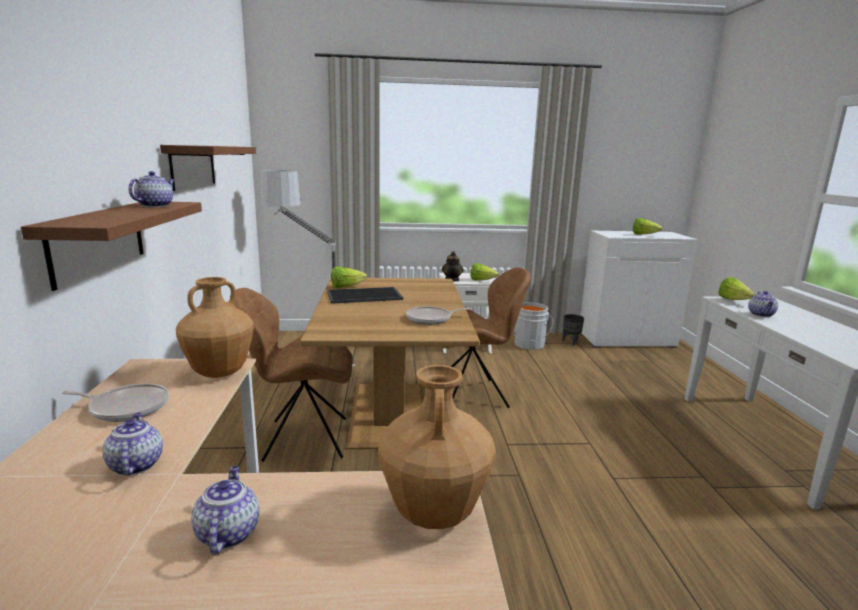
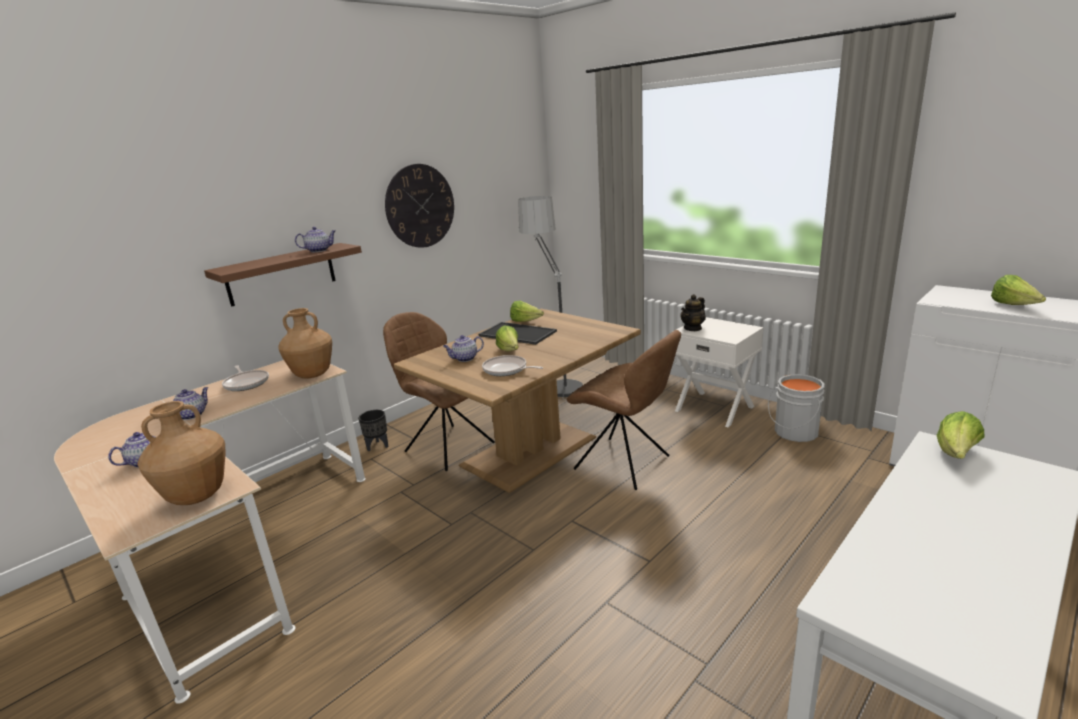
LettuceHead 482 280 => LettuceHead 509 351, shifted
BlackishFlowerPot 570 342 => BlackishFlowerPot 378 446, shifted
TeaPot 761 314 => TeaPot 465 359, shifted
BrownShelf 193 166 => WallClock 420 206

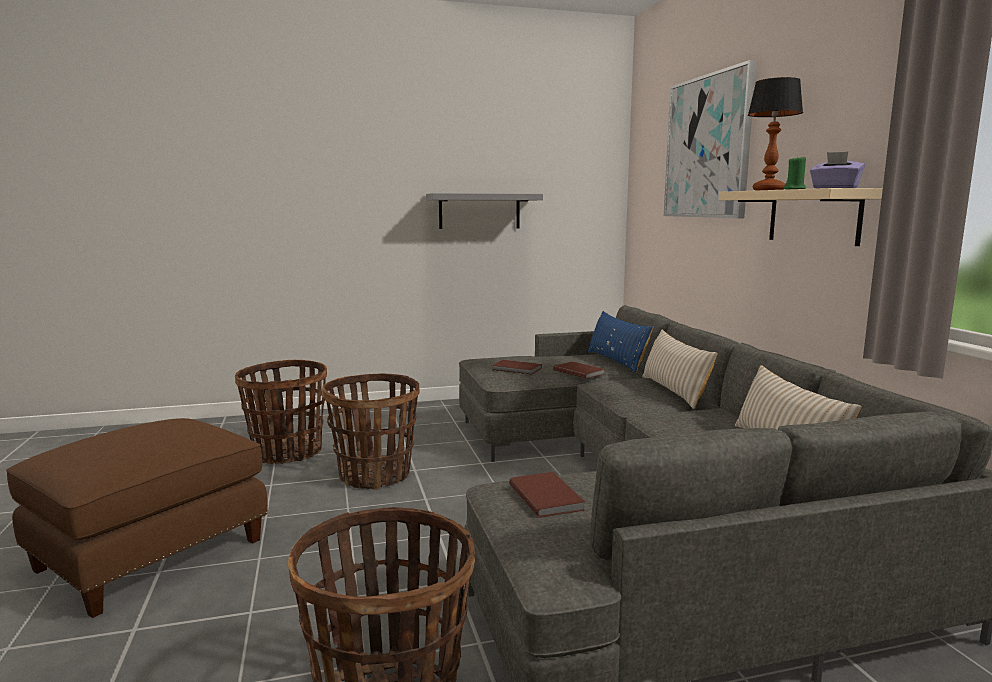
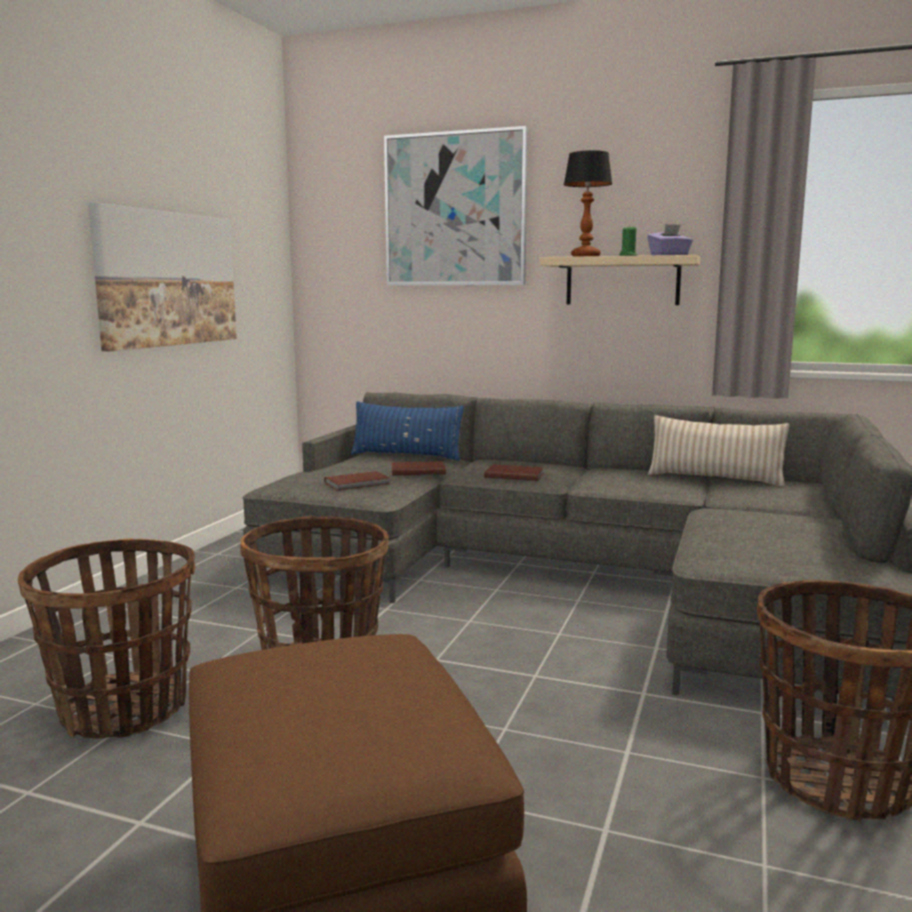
BeigeColouredPillow 674 391 => nothing
BrownBook 547 496 => BrownBook 514 475, shifted
GreyShelf 479 211 => WallArt 167 279

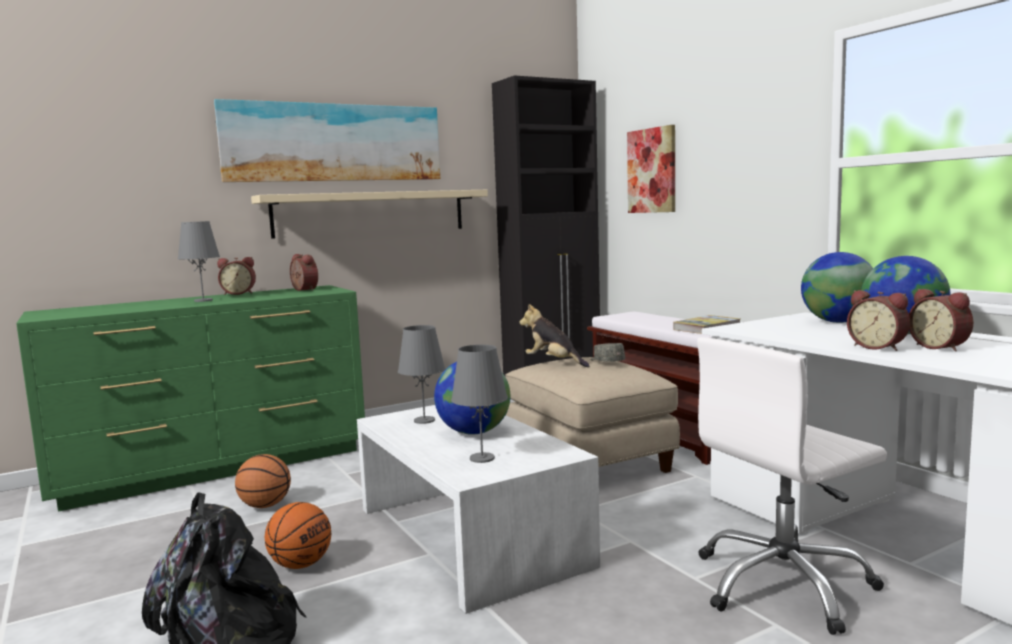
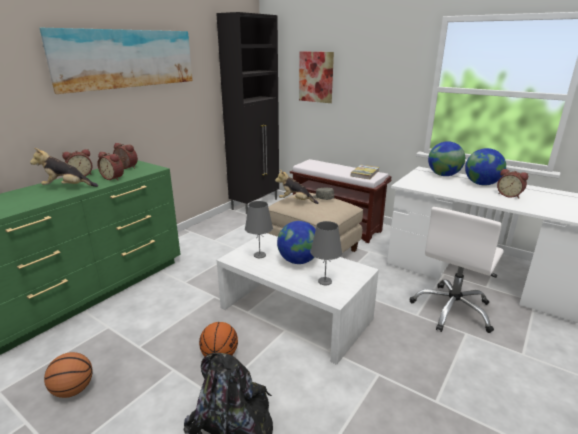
BeigeColouredShelf 371 213 => nothing
Basketball 265 506 => Basketball 73 390, shifted
TableClock 878 347 => TableClock 114 178, shifted
GreyTableLamp 203 300 => SoftToy 67 187

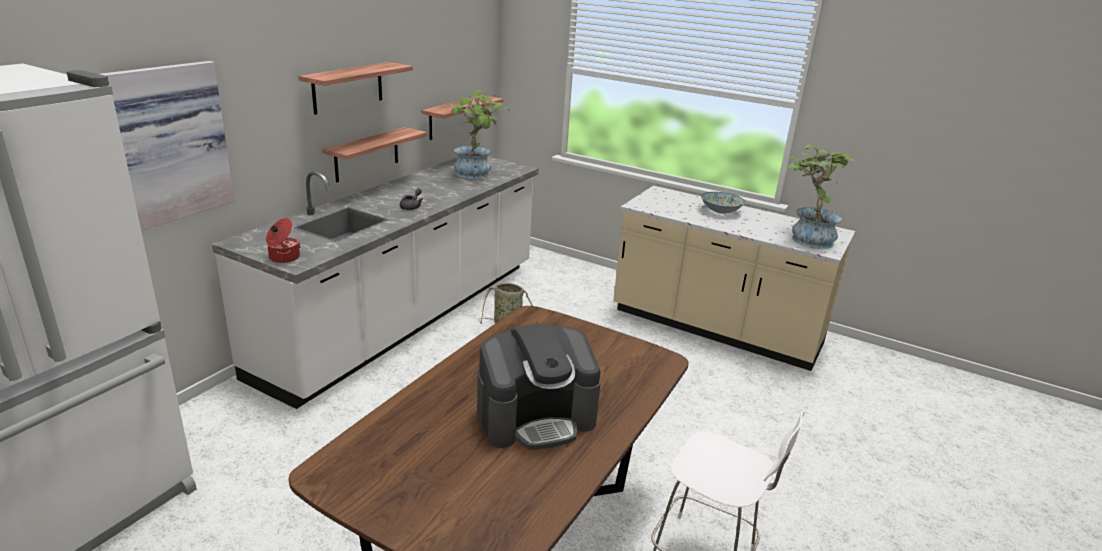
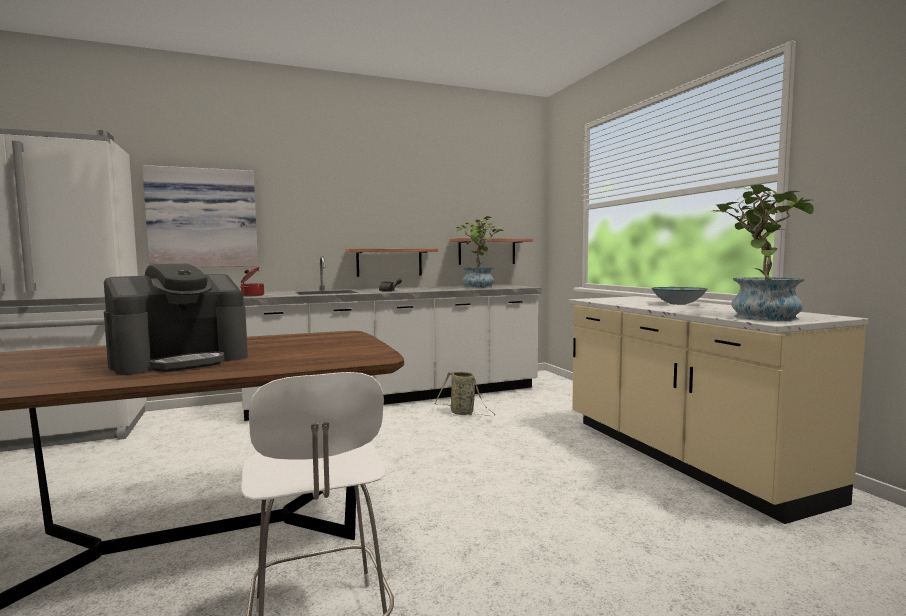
Shelf 348 87 => nothing
CoffeeMaker 536 417 => CoffeeMaker 181 360, 60 degrees counterclockwise

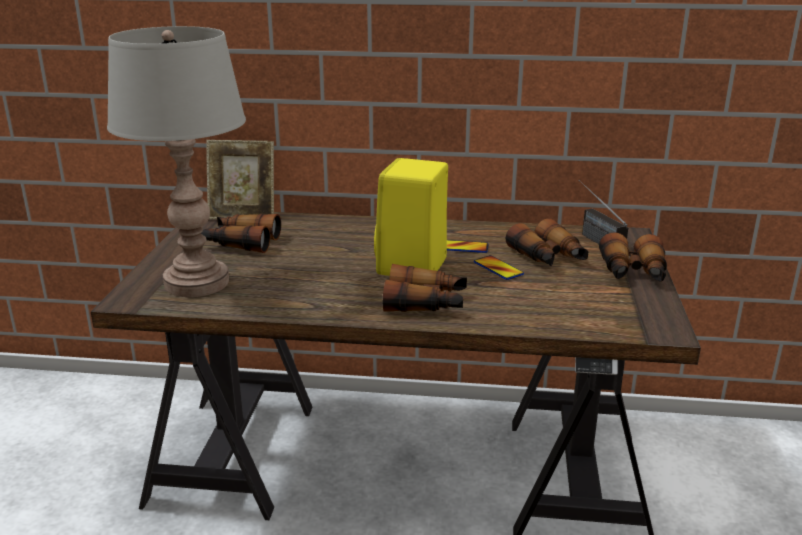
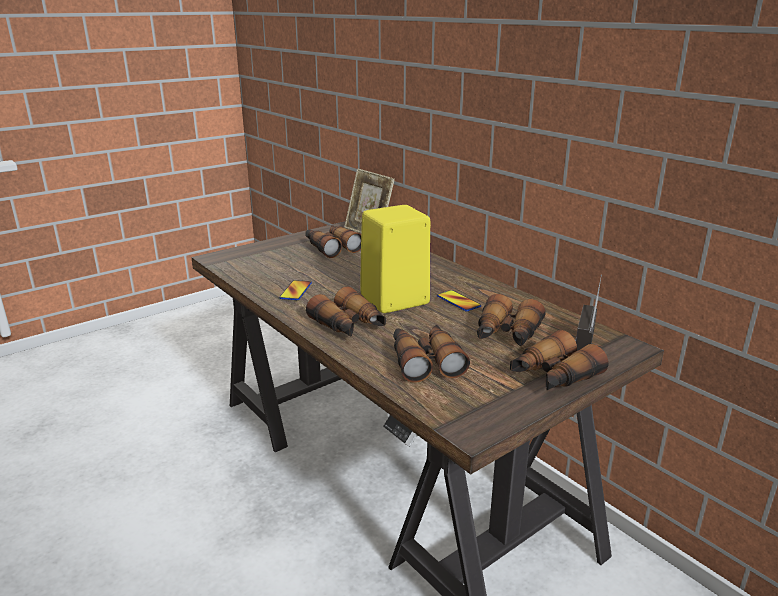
GreyTableLamp 196 283 => nothing
nothing => PairOfBinoculars 425 361
Phone 498 268 => Phone 296 291, shifted

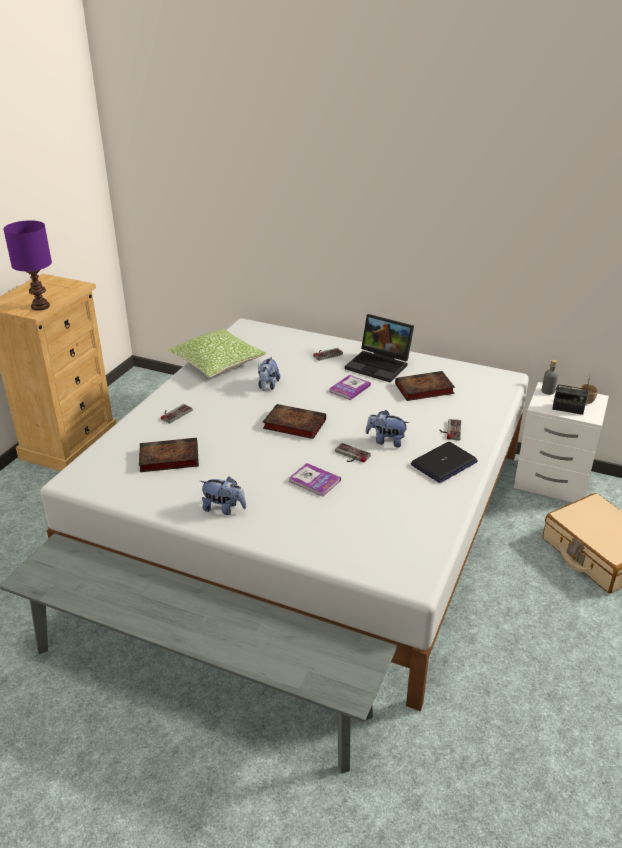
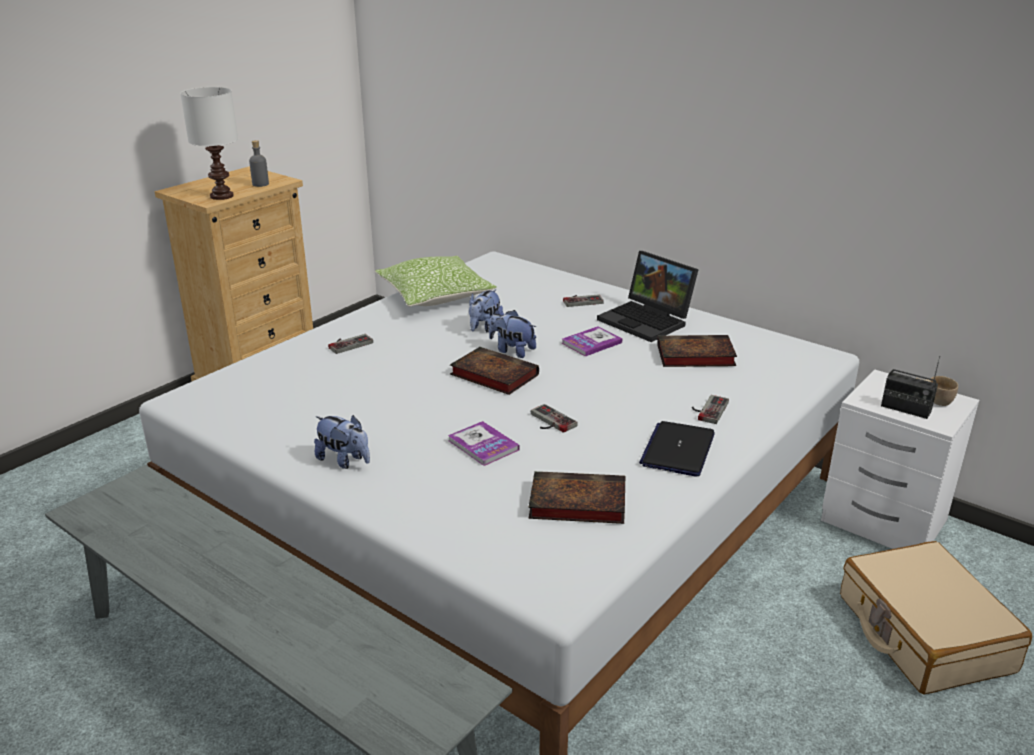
Book 167 459 => Book 575 503, shifted
SoftToy 386 441 => SoftToy 512 350, shifted
GreyBeverageBottle 548 391 => GreyBeverageBottle 260 184, shifted
PurplishTableLamp 40 306 => WhiteColouredTableLamp 221 196
PortableComputer 444 463 => PortableComputer 678 450, 135 degrees clockwise

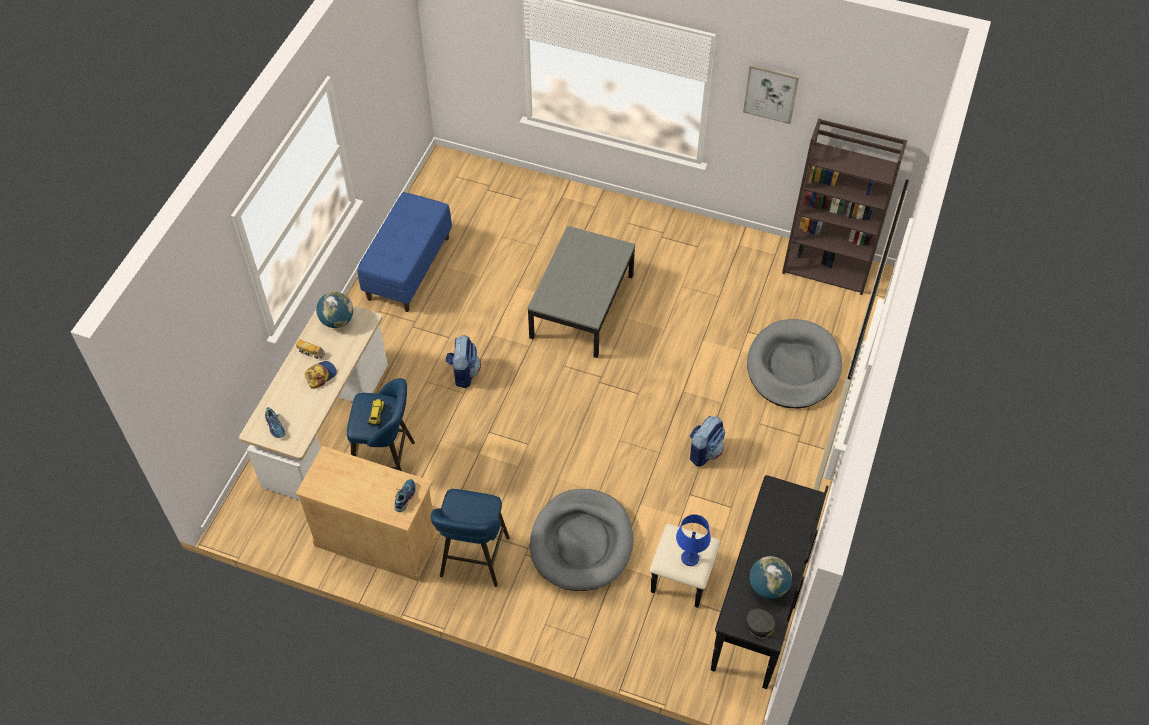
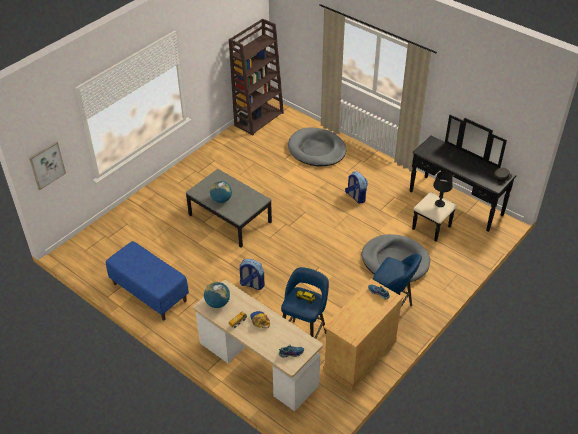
WallArt 771 93 => WallArt 47 165, shifted
WorldGlobe 768 586 => WorldGlobe 221 200, shifted
BluishTableLamp 689 558 => BlackishTableLamp 439 204

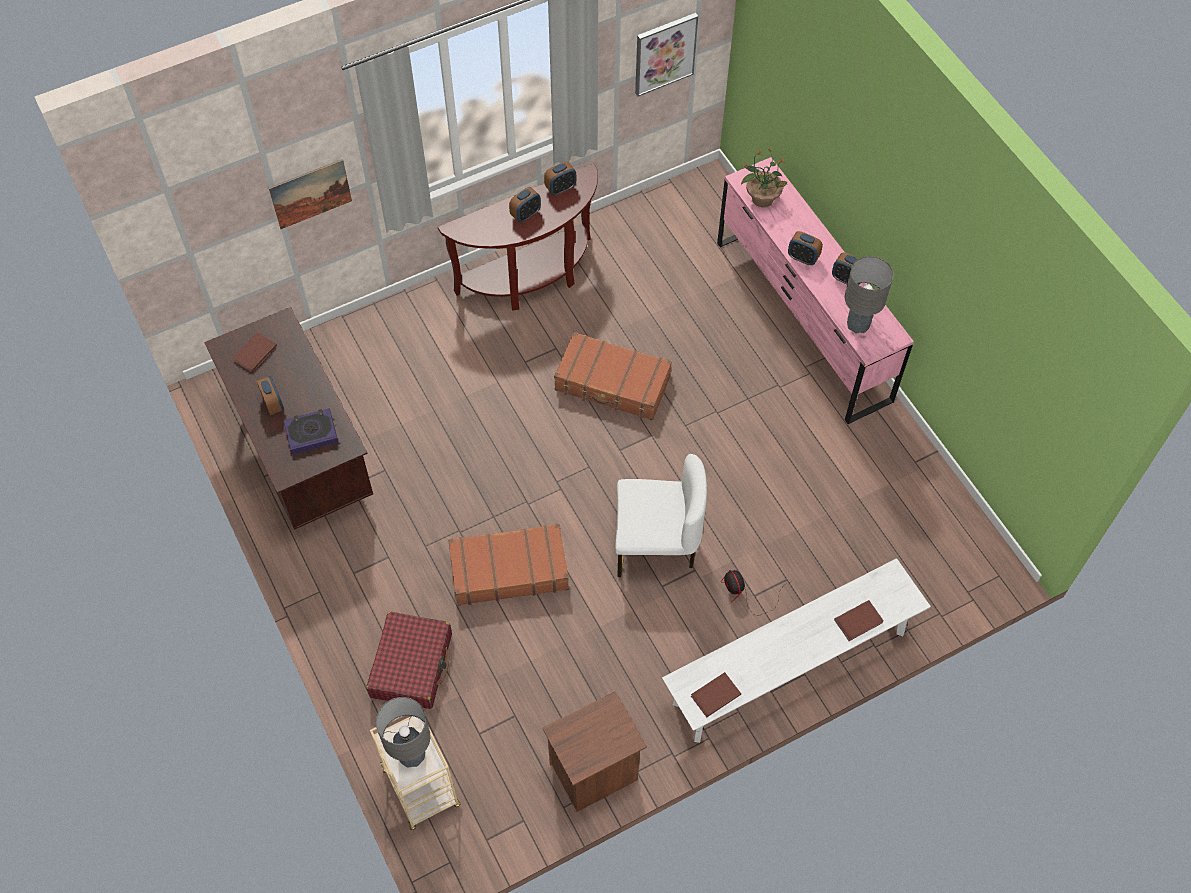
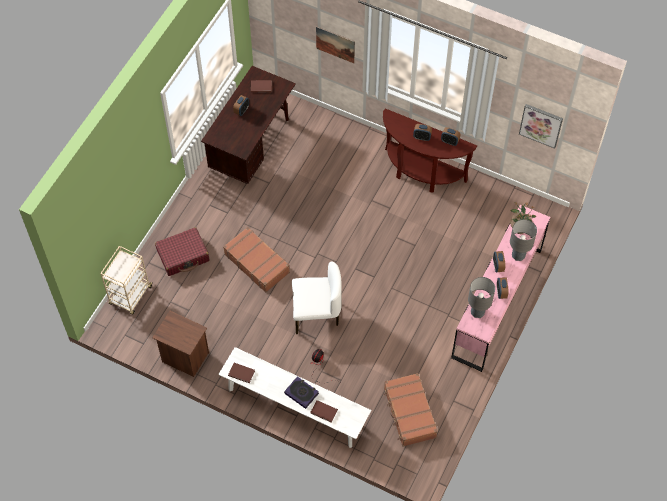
Book 311 433 => Book 301 393, shifted
GreyTableLamp 411 755 => GreyTableLamp 518 255, shifted
BrownSuitcase 612 384 => BrownSuitcase 409 413, shifted
WhiteColouredUprightChair 656 545 => WhiteColouredUprightChair 316 314, 60 degrees counterclockwise

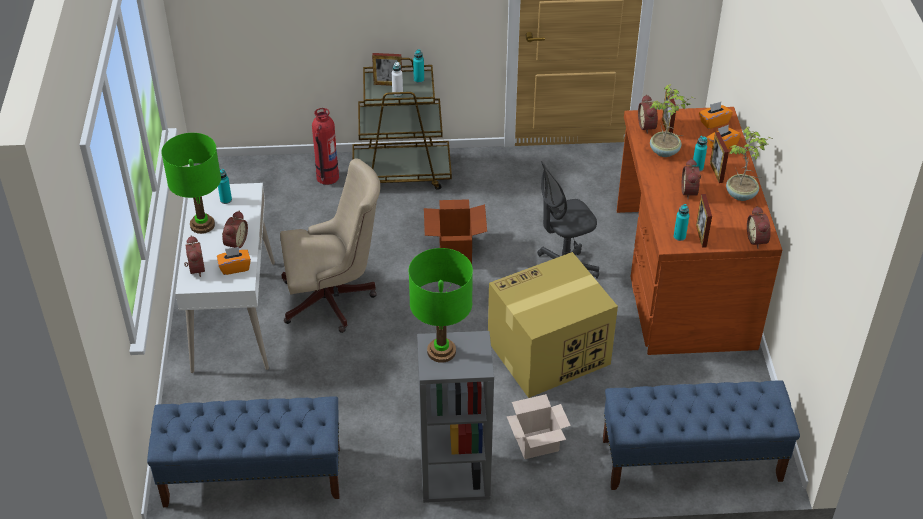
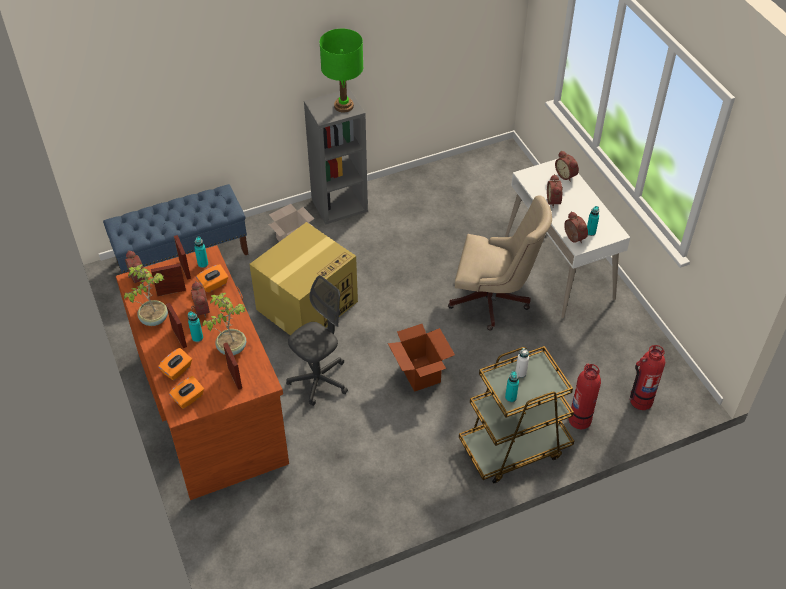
BluishIndoorBench 252 477 => nothing
GreenColouredTableLamp 202 225 => nothing
nothing => Extinguisher 640 400
OrangeyTissueBox 235 267 => OrangeyTissueBox 214 284, shifted
PhotoFrame 388 84 => PhotoFrame 171 292, shifted
TableClock 648 126 => TableClock 573 238, shifted
BeigeColouredDeskChair 333 300 => BeigeColouredDeskChair 494 301, 135 degrees counterclockwise

